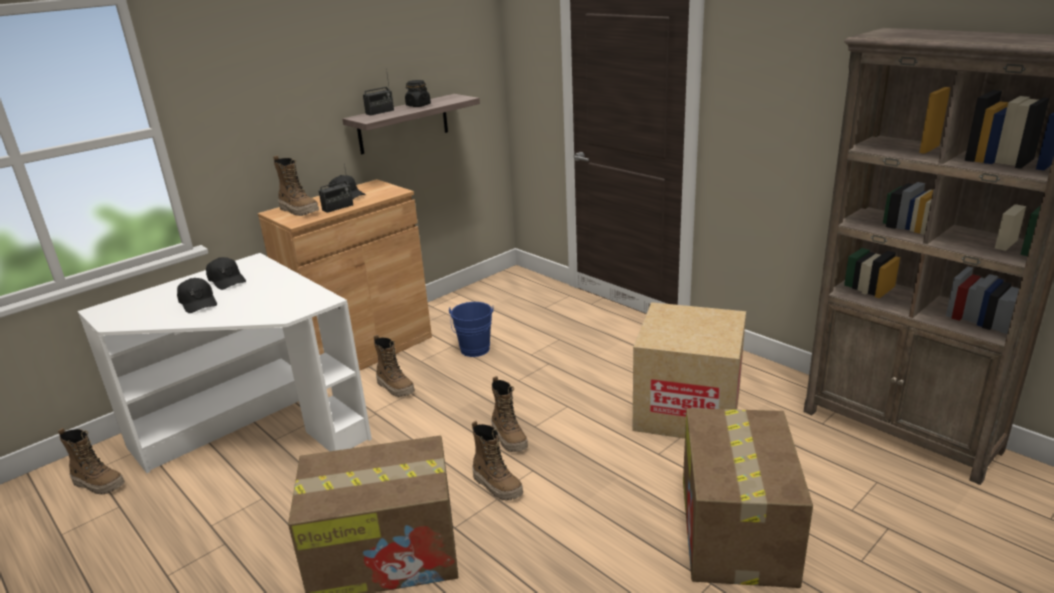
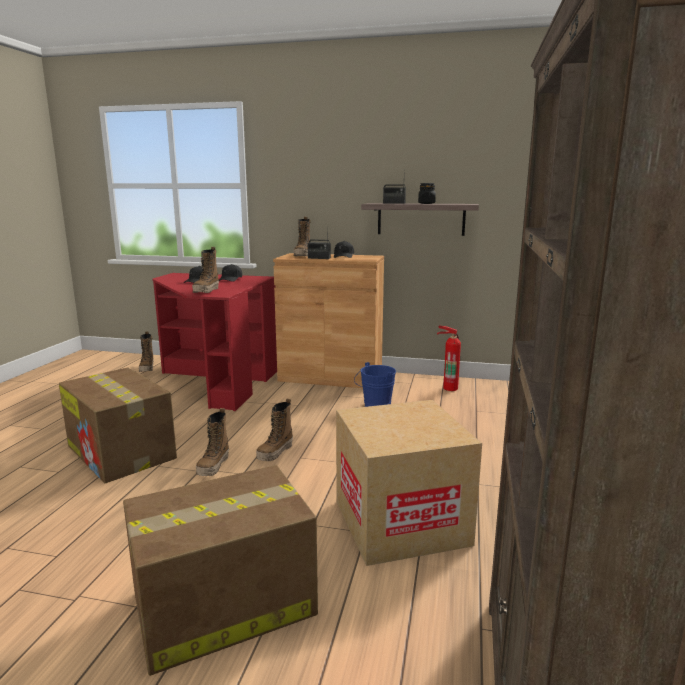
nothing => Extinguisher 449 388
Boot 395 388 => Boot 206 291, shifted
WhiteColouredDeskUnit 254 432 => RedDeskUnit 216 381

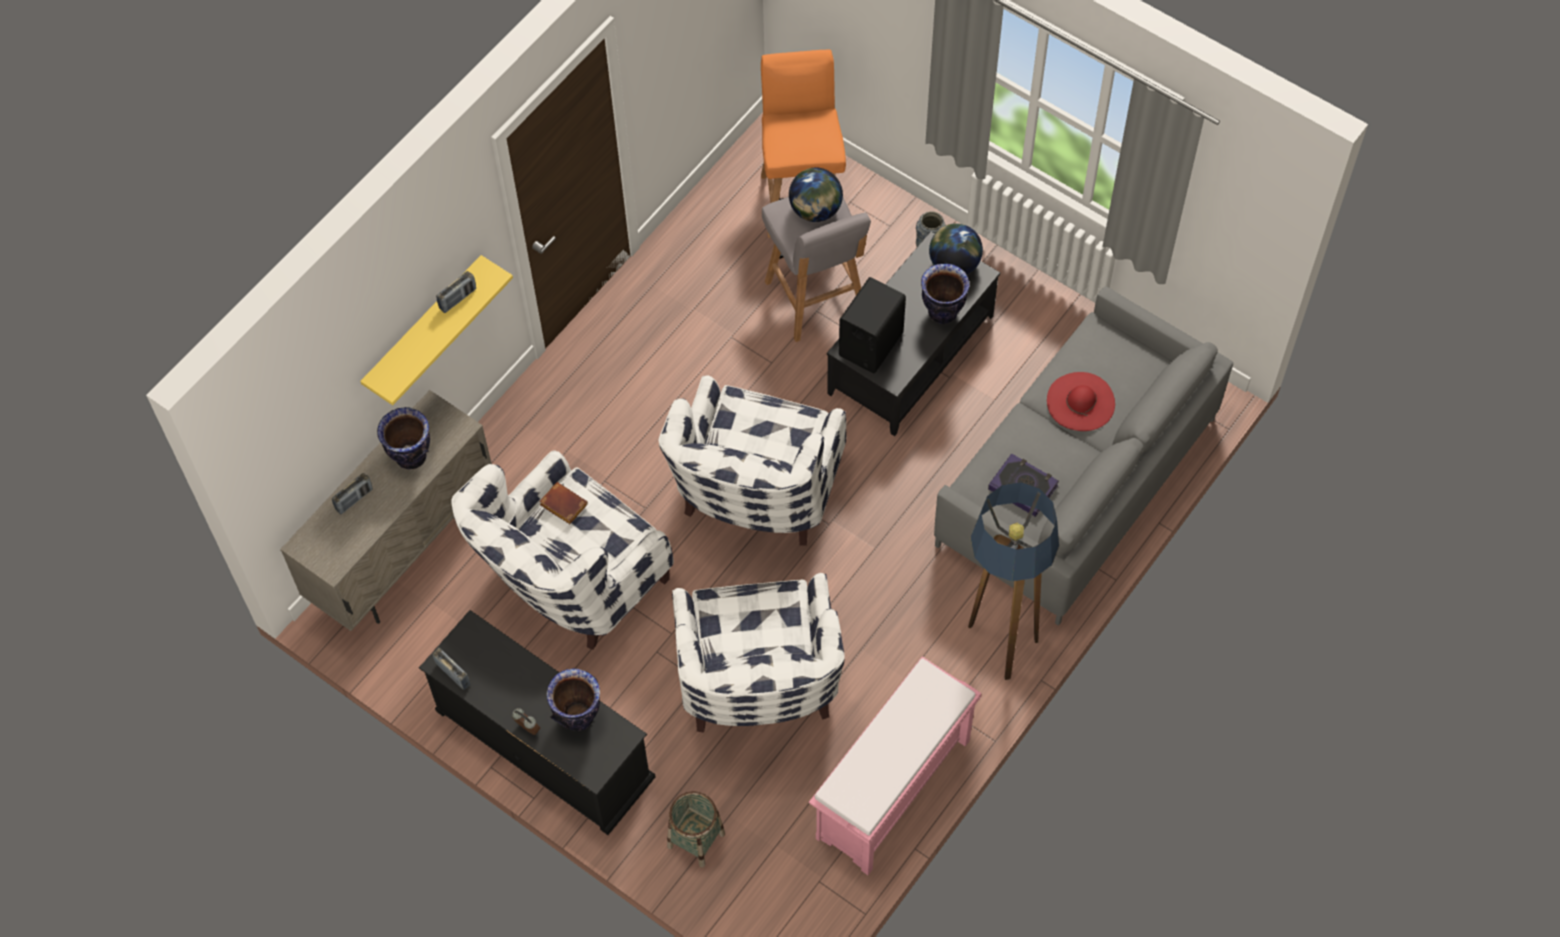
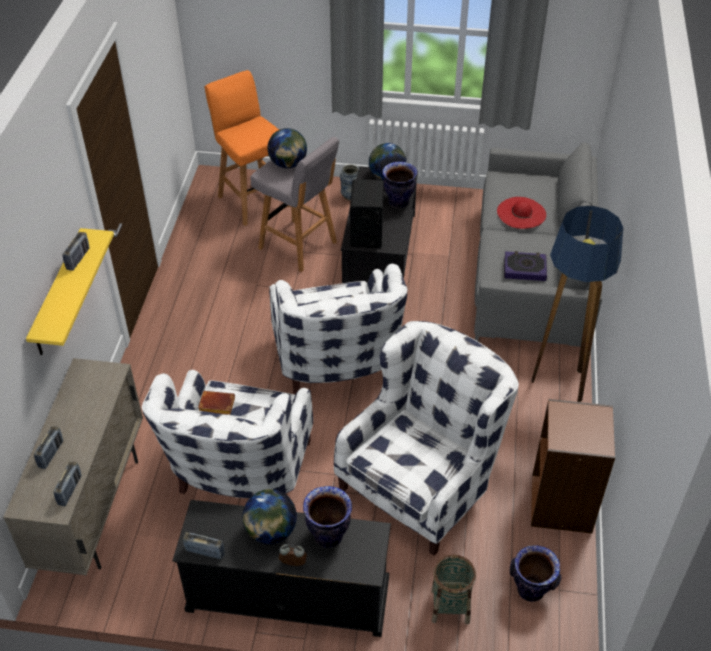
nothing => RadioSet 70 490
nothing => WorldGlobe 271 531
Vase 410 457 => Vase 530 590, shifted
PinkColouredIndoorBench 892 791 => BrownBookshelf 562 504
WhiteColouredLoungeChair 758 691 => WhiteColouredLoungeChair 422 483, 105 degrees counterclockwise

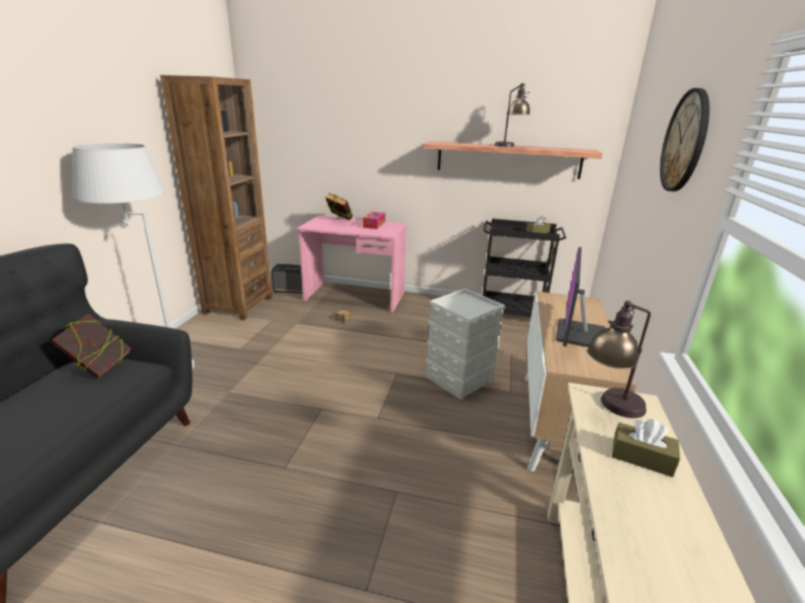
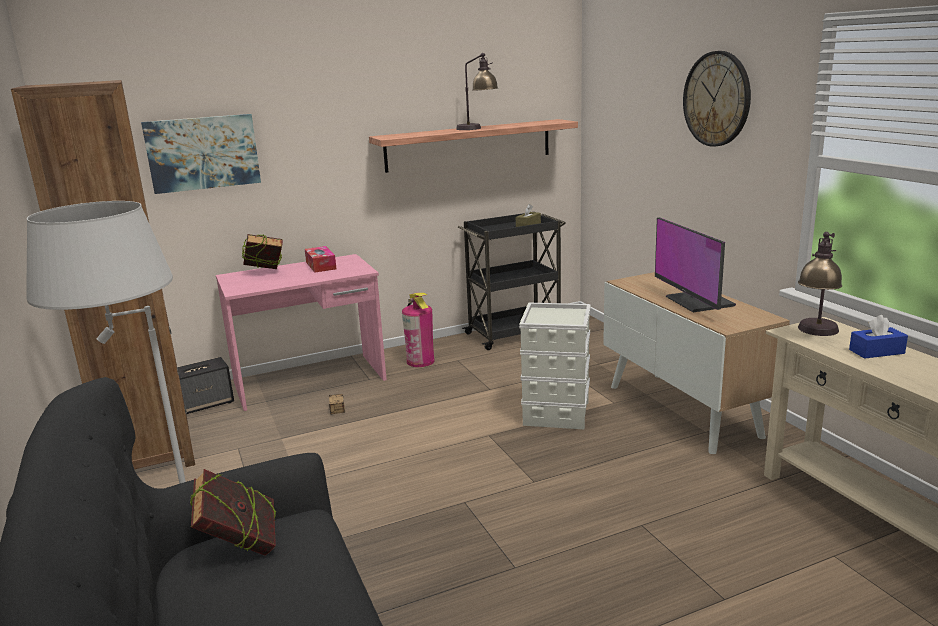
nothing => WallArt 203 153
nothing => Extinguisher 420 361
BrownTissueBox 641 457 => BluishTissueBox 876 351

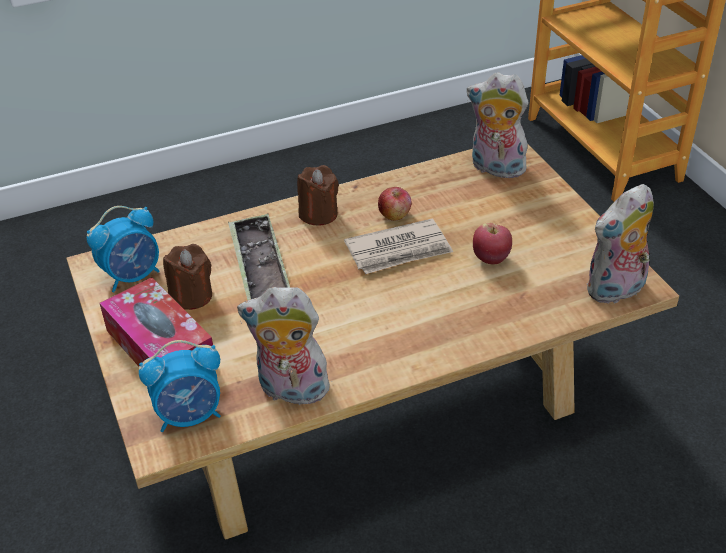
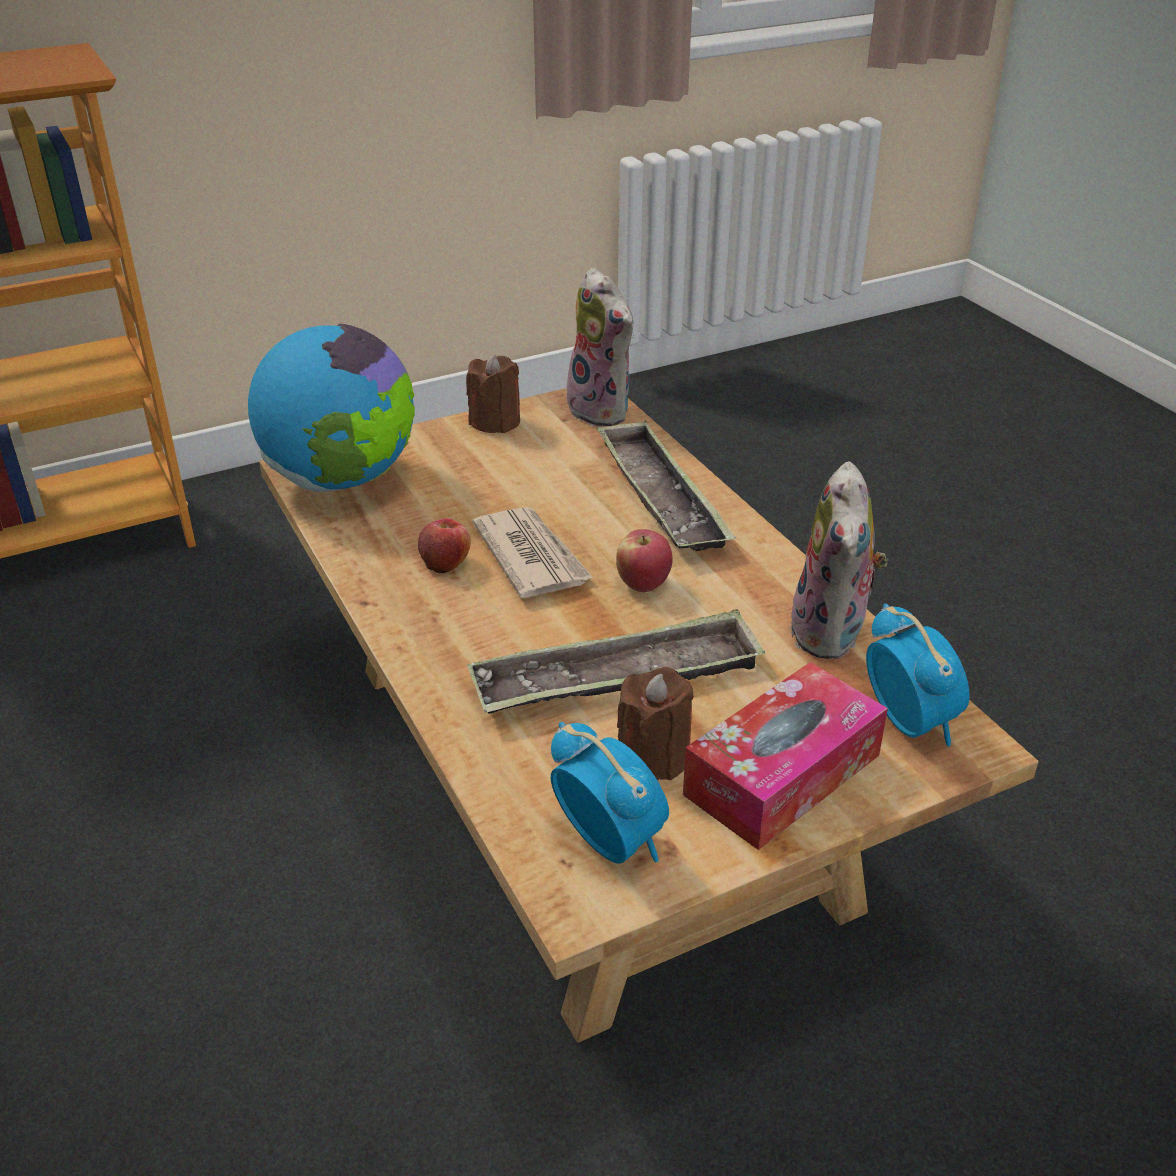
nothing => CarryingTray 660 496
BrownCandle 318 214 => BrownCandle 495 422, shifted
WholeApple 491 259 => WholeApple 643 584, shifted
SoftToy 495 169 => WorldGlobe 342 480

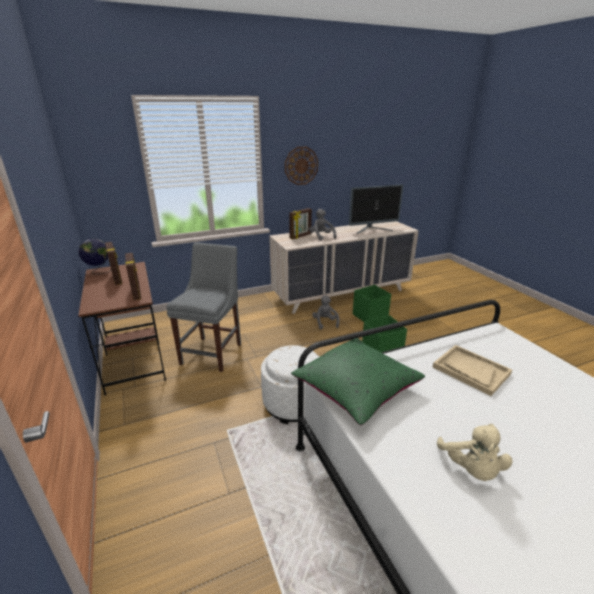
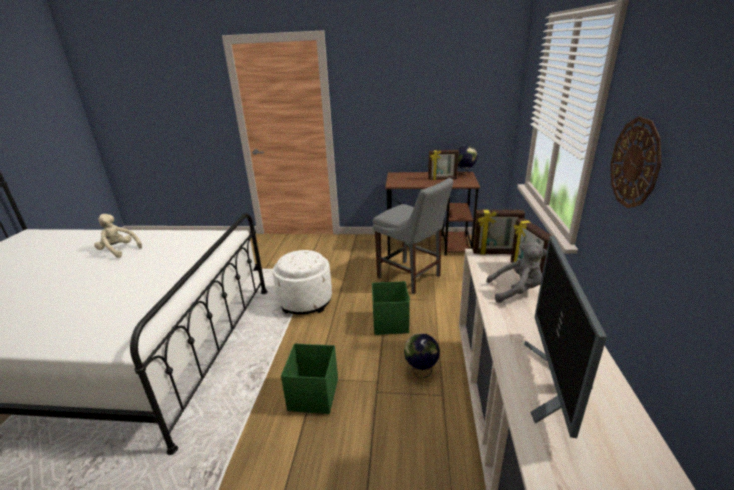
GreenColouredPillow 356 388 => nothing
BeigeColouredCarryingTray 470 370 => nothing
PhotoFrame 137 292 => PhotoFrame 495 253, shifted
GreenColouredStorageBox 369 316 => GreenColouredStorageBox 390 322, shifted
GreySoftToy 325 322 => WorldGlobe 421 372

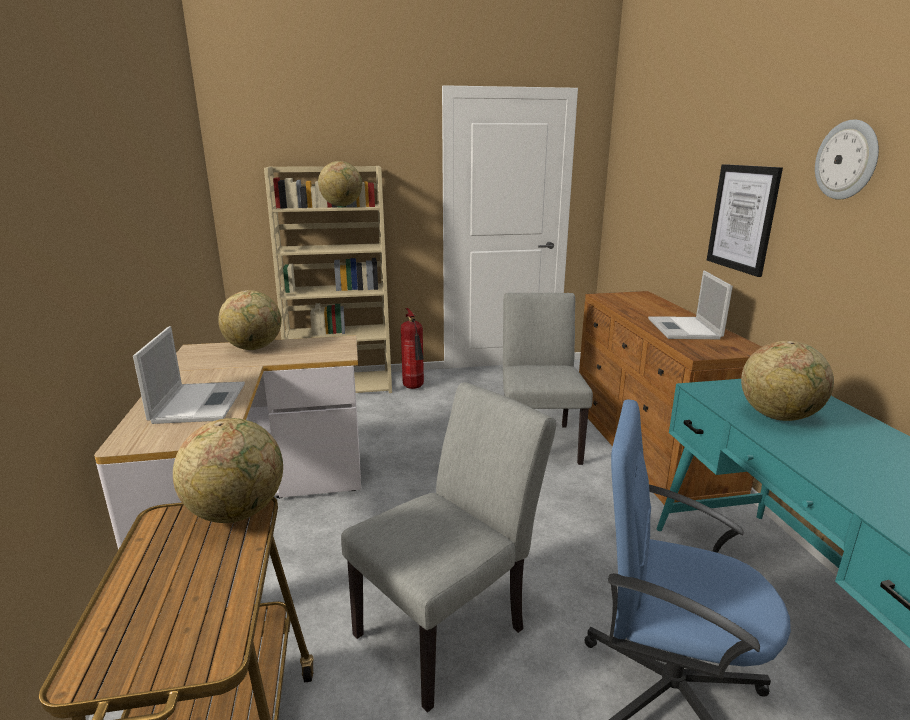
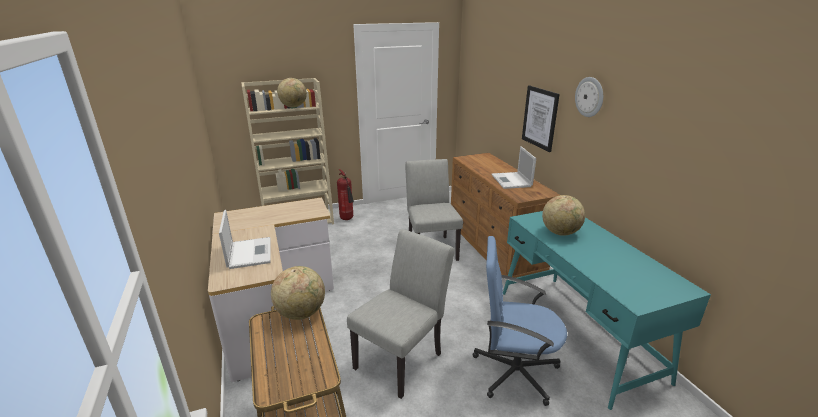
WorldGlobe 254 348 => nothing

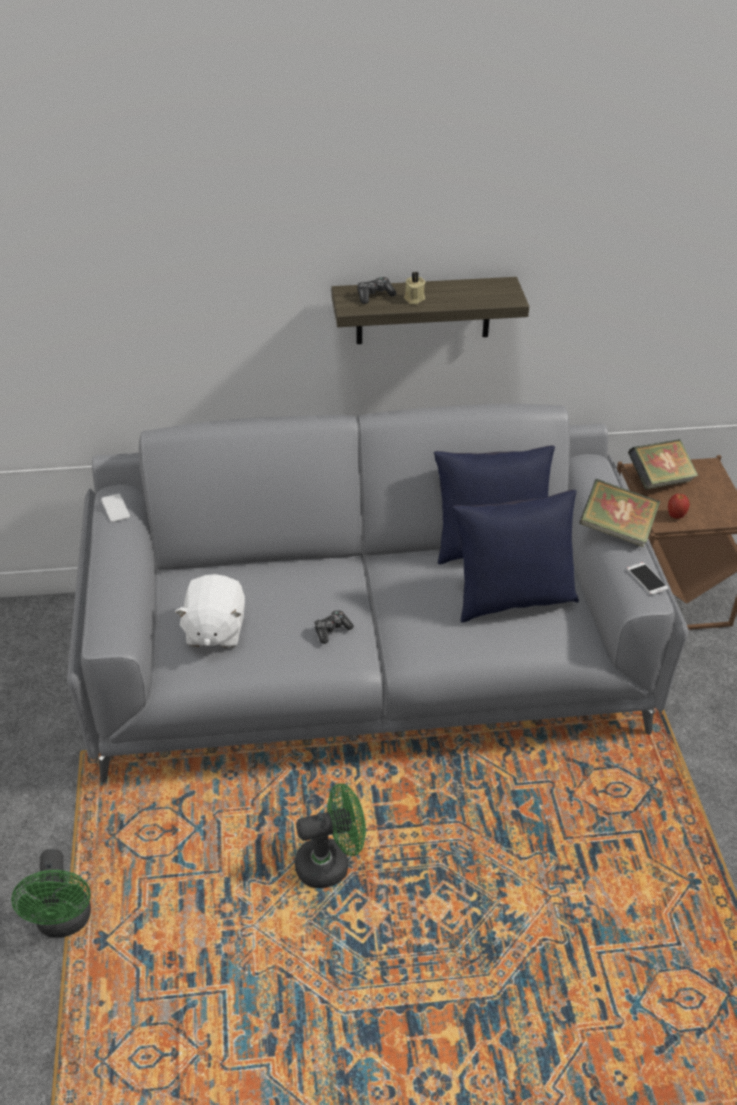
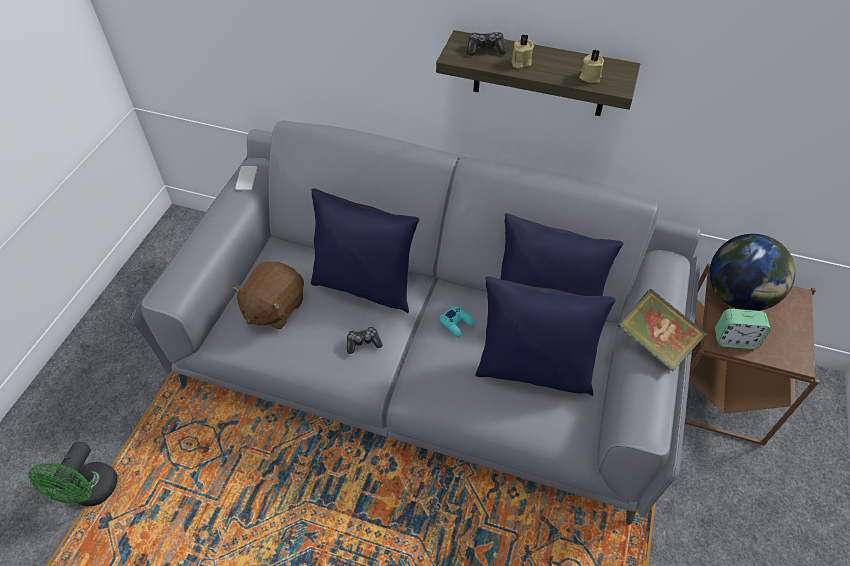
GreenColouredElectricFan 331 864 => nothing
Phone 647 579 => nothing
nothing => BluishPillow 364 285
nothing => TurquoiseColouredGameController 457 323
nothing => BeigeColouredCandle 590 76
Book 659 480 => WorldGlobe 738 296
WholeApple 675 516 => TableClock 734 340
WhiteColouredSoftToy 214 630 => BrownSoftToy 274 308

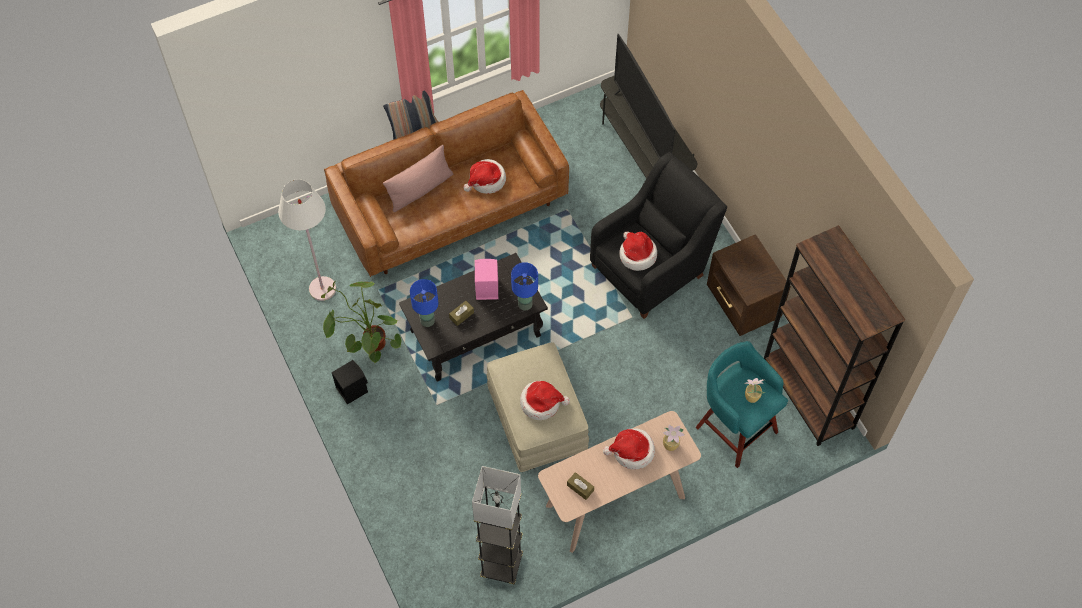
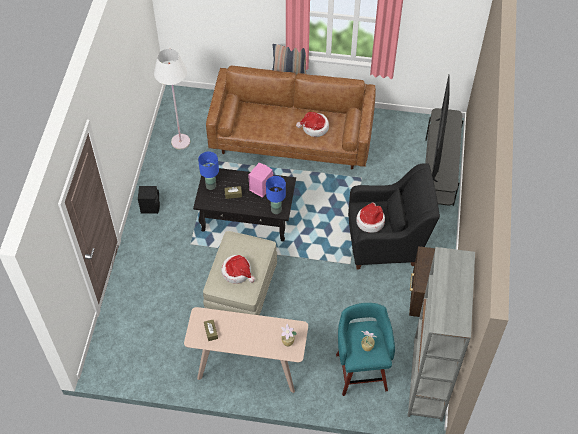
PottedPlant 366 342 => nothing
PinkColouredPillow 420 189 => nothing
GreyFloorLamp 501 565 => nothing
WearableHat 631 452 => nothing
BrownBookshelf 808 394 => GreyBookshelf 427 380

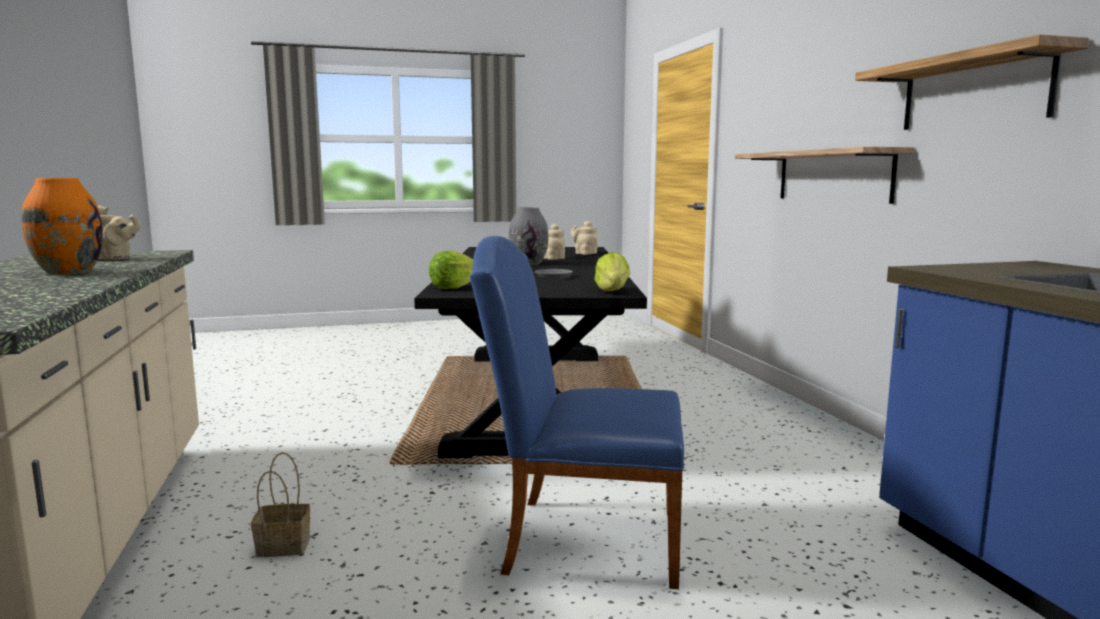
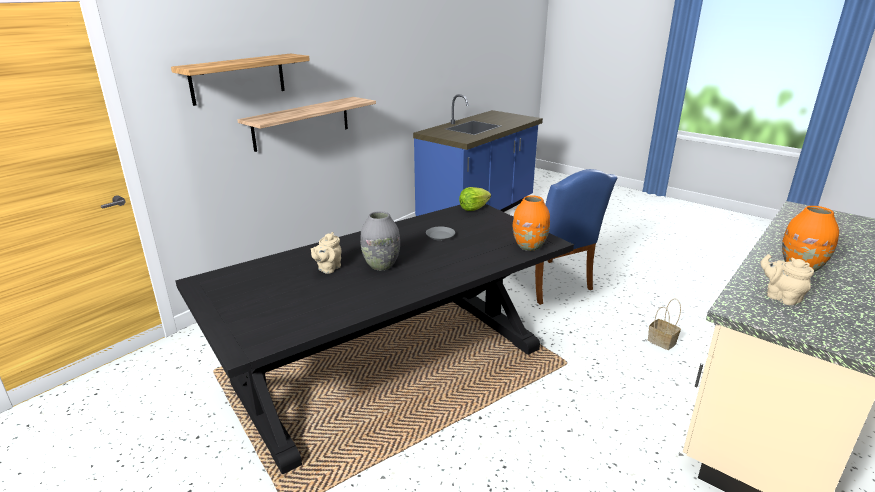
BeigeColouredTeaPot 584 253 => nothing
Shelf 974 91 => Shelf 238 78, shifted
LettuceHead 453 287 => OrangeyVase 529 246

